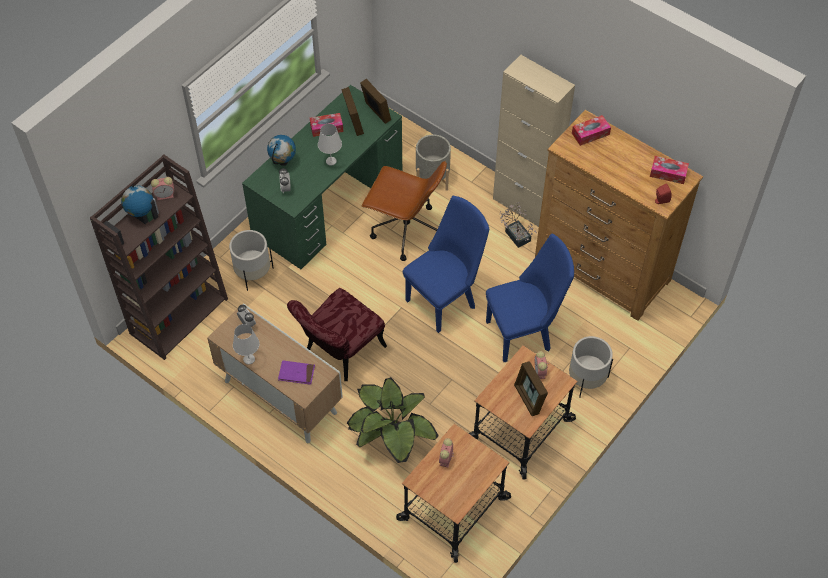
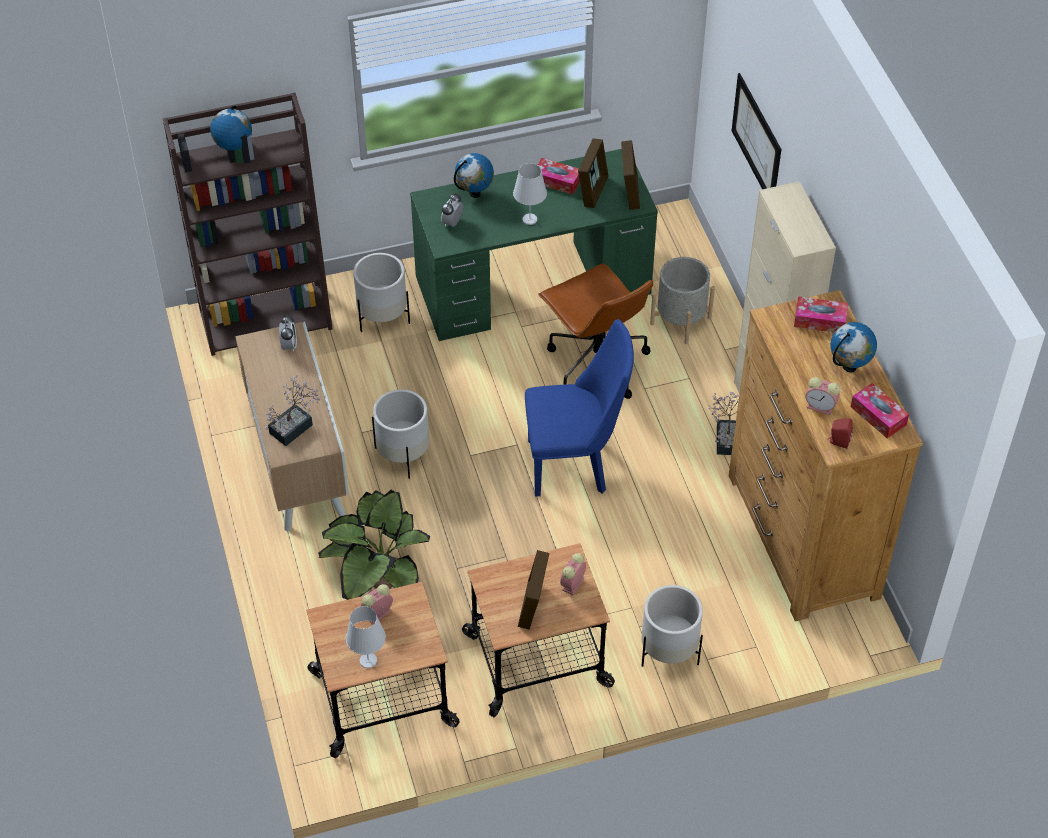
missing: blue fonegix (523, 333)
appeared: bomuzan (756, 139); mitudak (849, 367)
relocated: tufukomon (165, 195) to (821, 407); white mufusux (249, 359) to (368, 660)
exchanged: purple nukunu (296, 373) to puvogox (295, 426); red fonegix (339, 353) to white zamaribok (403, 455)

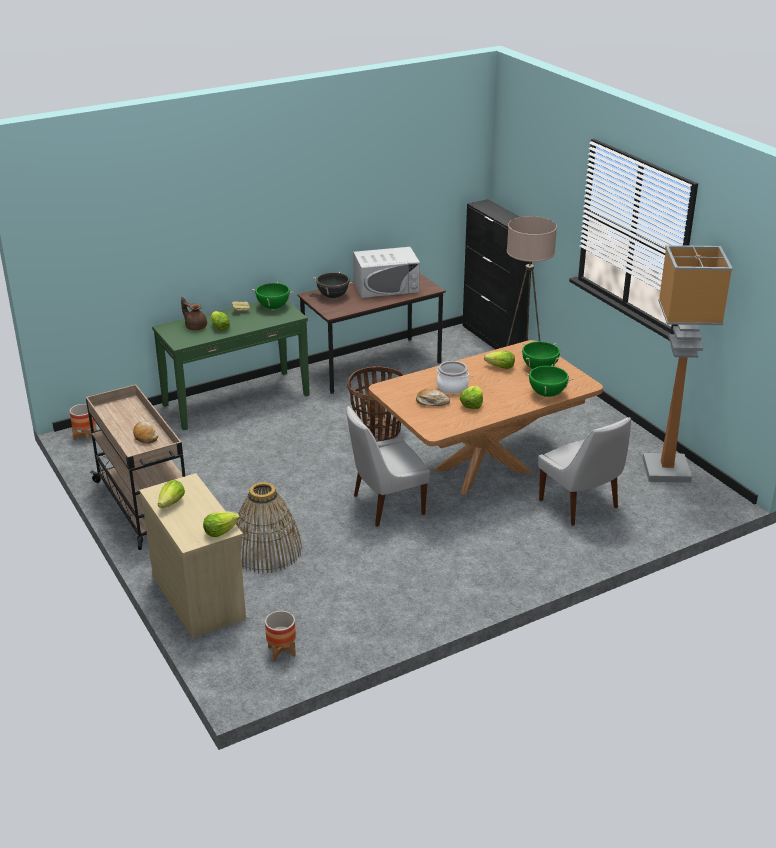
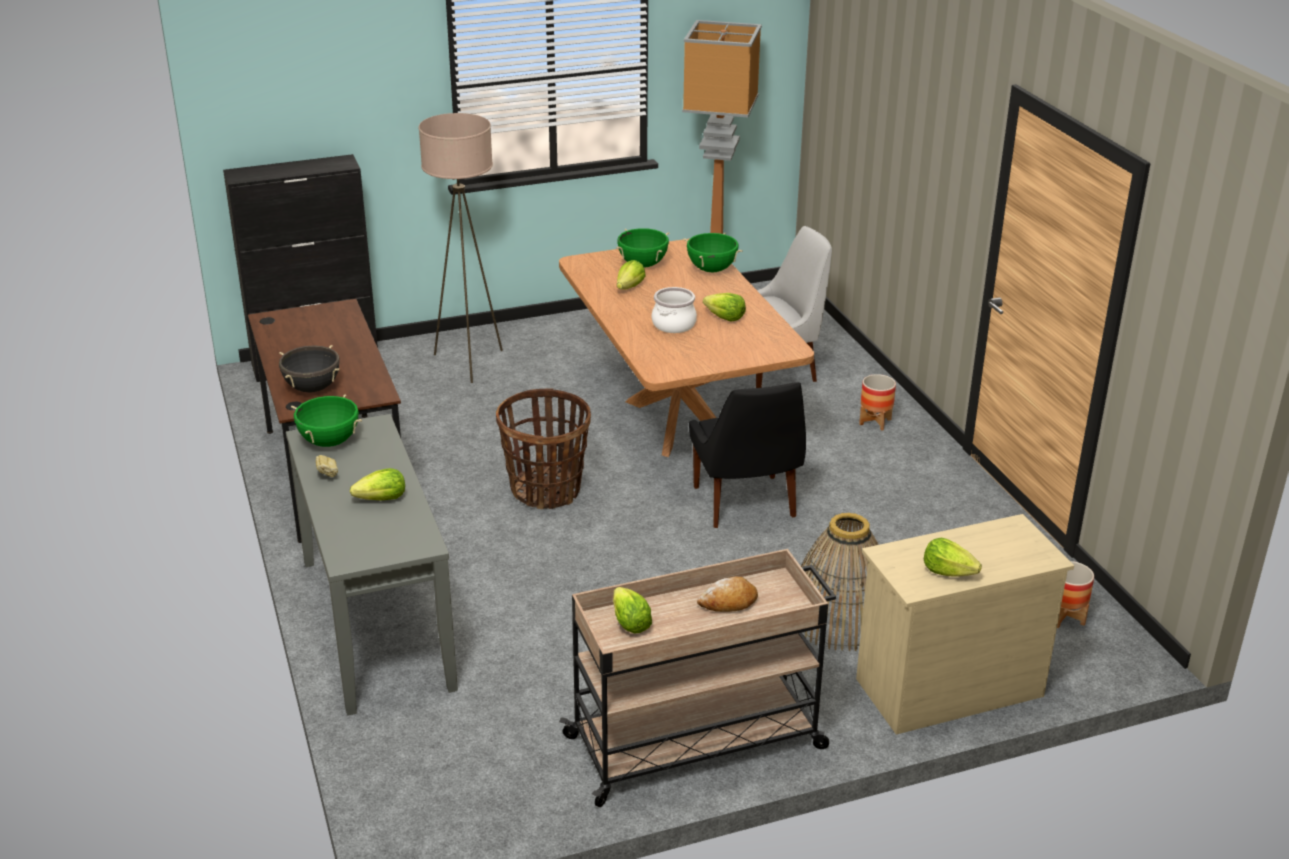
missing: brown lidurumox (195, 327); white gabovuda (386, 287); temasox (432, 402)
relocated: zamaribok (85, 436) to (875, 422); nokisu (220, 532) to (630, 623)
colour: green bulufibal (236, 400) to grey bulufibal (375, 623); white fonegix (385, 505) to black fonegix (745, 504)

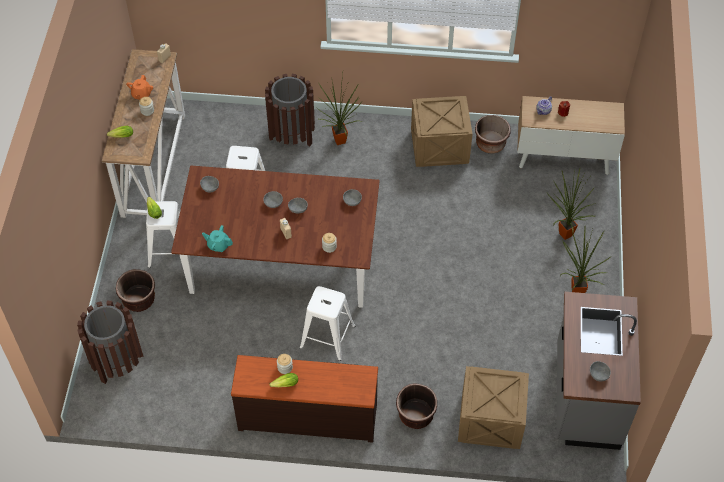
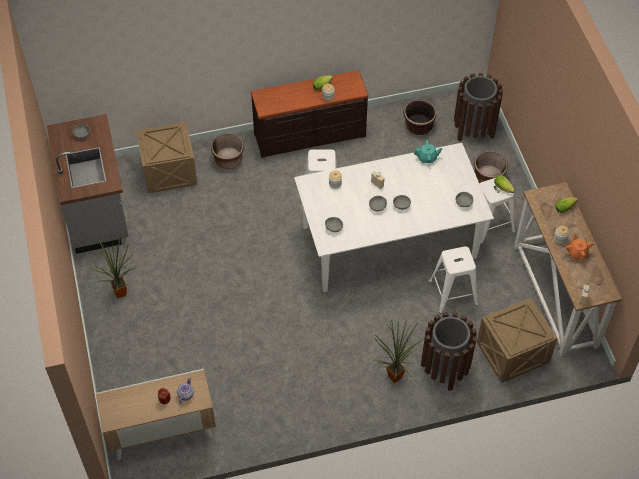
missing: puvogox (563, 235)
relocated: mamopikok (440, 147) to (512, 353); brown zamaribok (490, 143) to (418, 126)
colour: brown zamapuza (282, 262) to white zamapuza (388, 242)

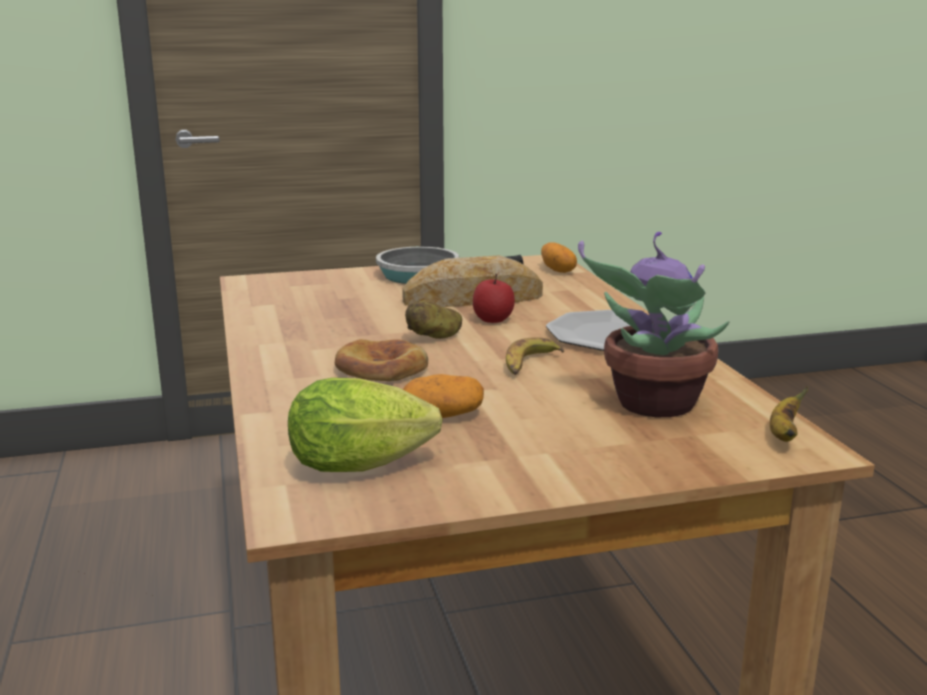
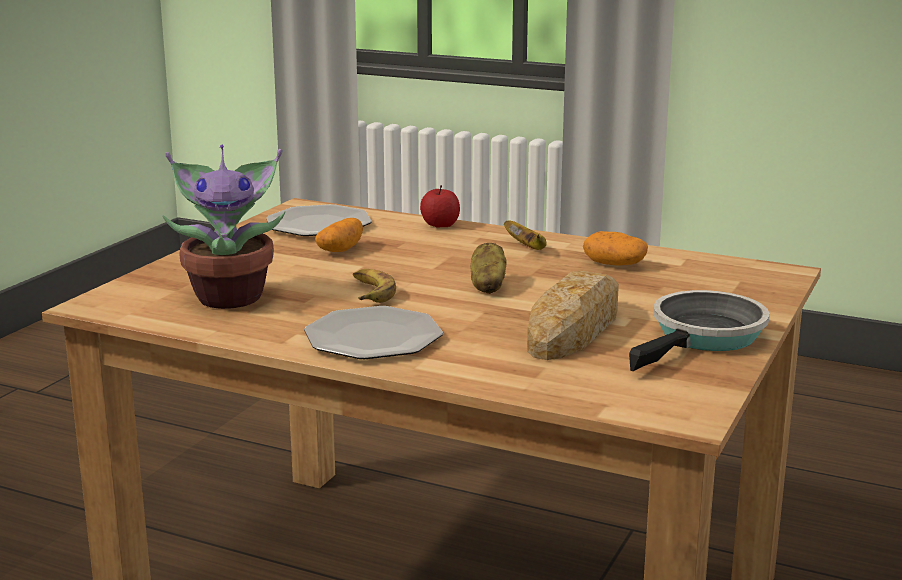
missing: temasox (382, 368)
relocated: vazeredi (493, 319) to (440, 225); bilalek (558, 270) to (614, 264); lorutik (784, 434) to (527, 247)
exchanged: nokisu (367, 465) to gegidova (319, 224)

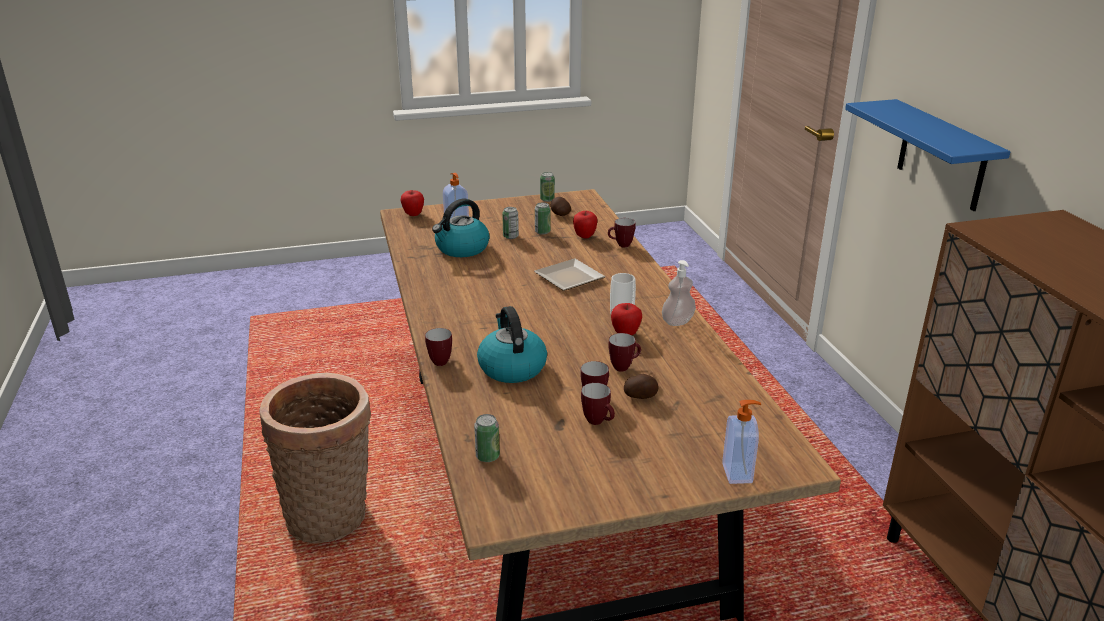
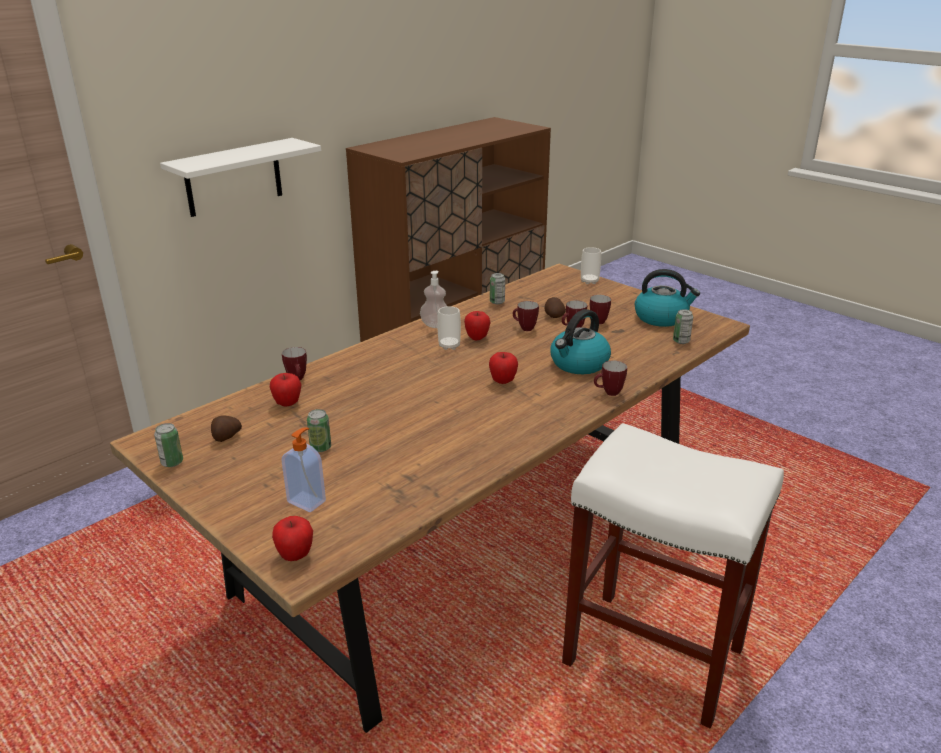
missing: gegidova (569, 279)
appeared: vazeredi (503, 381)
relocated: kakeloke (461, 249) to (662, 318); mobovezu (542, 232) to (497, 302)
exchanged: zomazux (331, 517) to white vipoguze (650, 656); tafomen (738, 473) to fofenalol (589, 281)
colour: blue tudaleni (942, 156) to white tudaleni (233, 177)

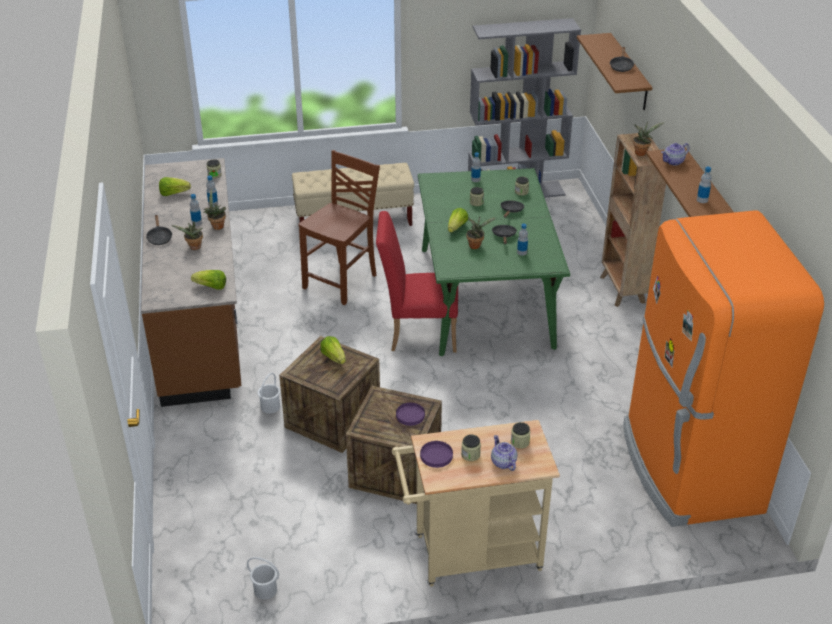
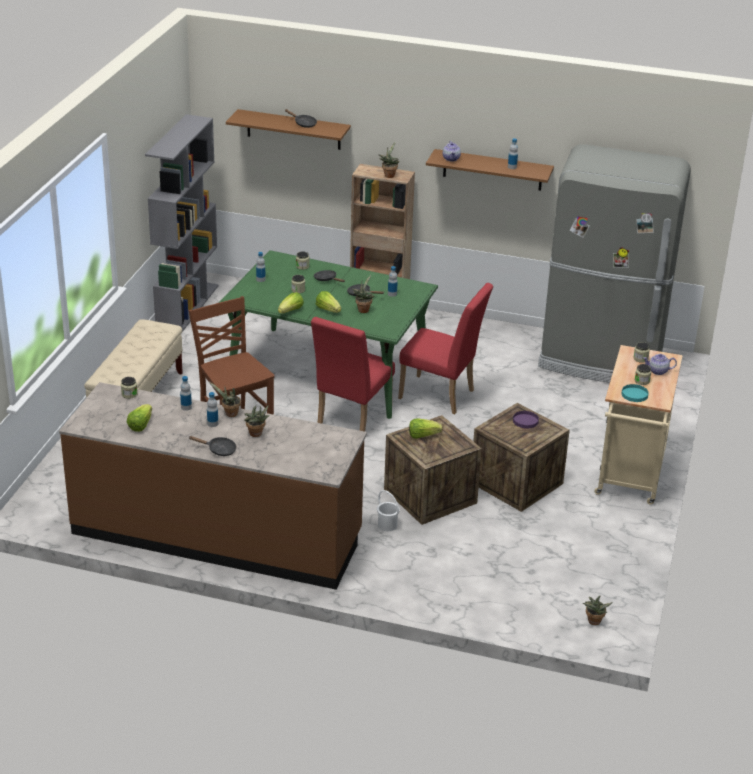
missing: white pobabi (265, 590)
appeared: red fonegix (441, 396); puvogox (593, 622)
relocated: nokisu (211, 287) to (291, 311)
colour: purple gegidova (436, 455) to turquoise gegidova (634, 394); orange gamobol (689, 469) to grey gamobol (601, 359)

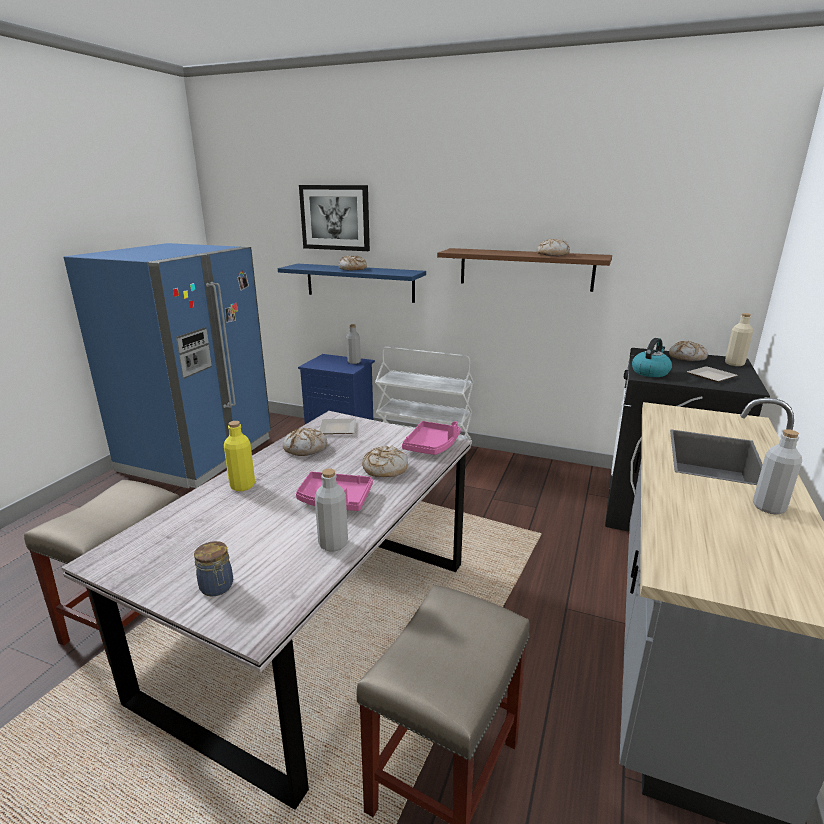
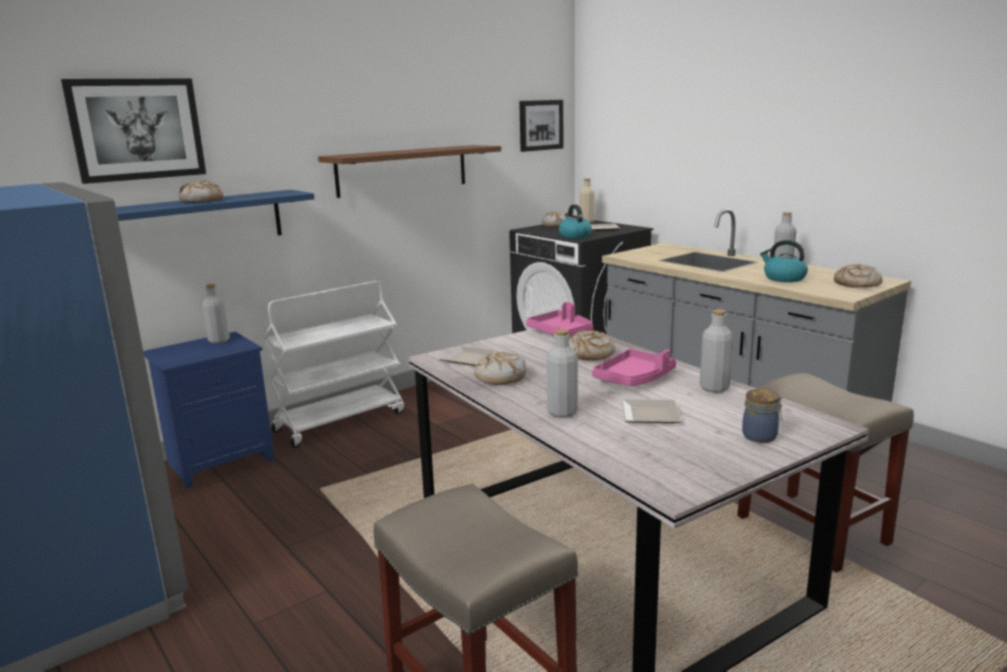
appeared: bomuzan (540, 125); gegidova (648, 414); kakeloke (783, 278)
relocated: temasox (552, 254) to (856, 284)
colour: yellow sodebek (242, 486) to grey sodebek (562, 412)

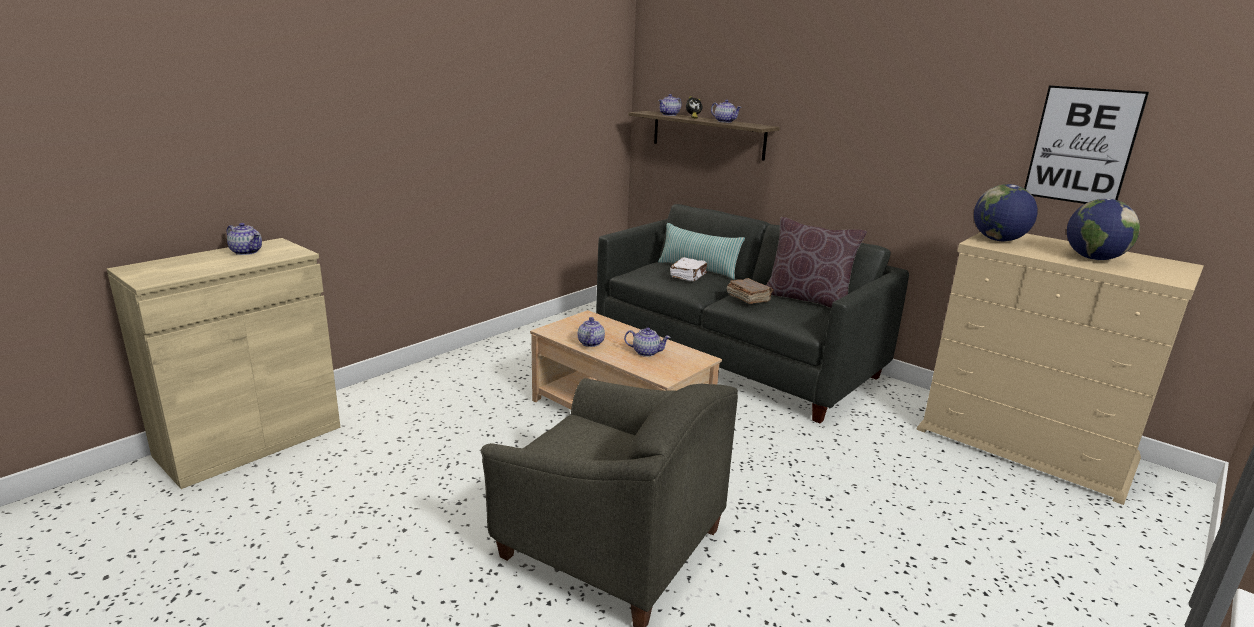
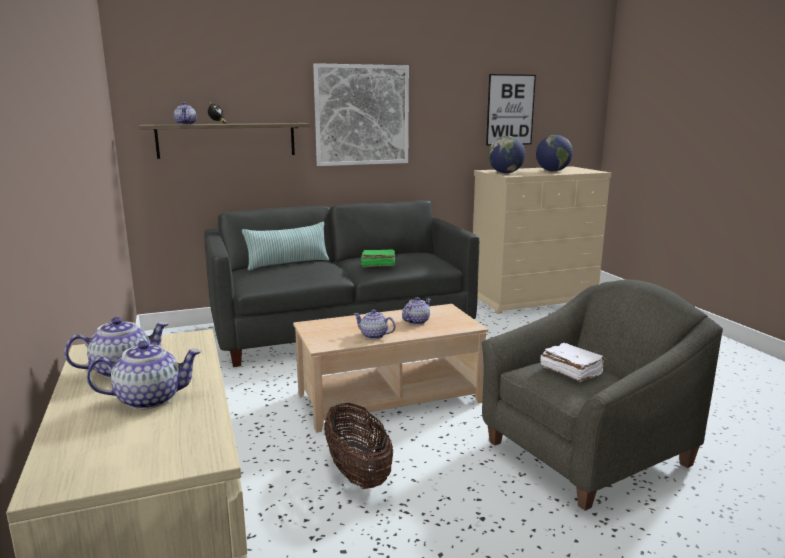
missing: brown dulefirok (807, 299)
appeared: bomuzan (362, 115); zomazux (358, 473)
relocated: white nukunu (688, 276) to (570, 371); lidurumox (725, 121) to (150, 399)
colour: brown nukunu (748, 298) to green nukunu (377, 265)

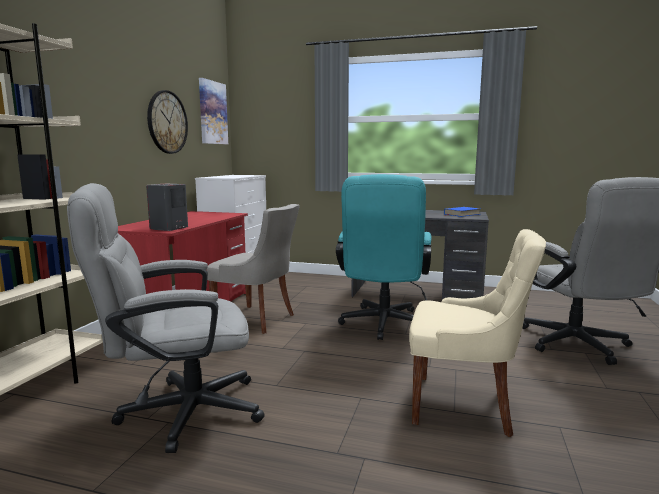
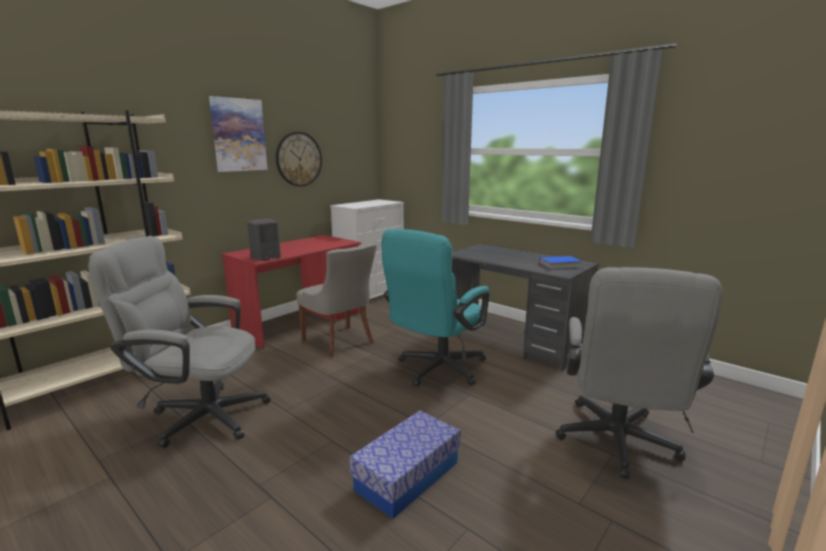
relocated: bomuzan (212, 113) to (238, 135)
exchanged: beige fonegix (465, 405) to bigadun (407, 476)

